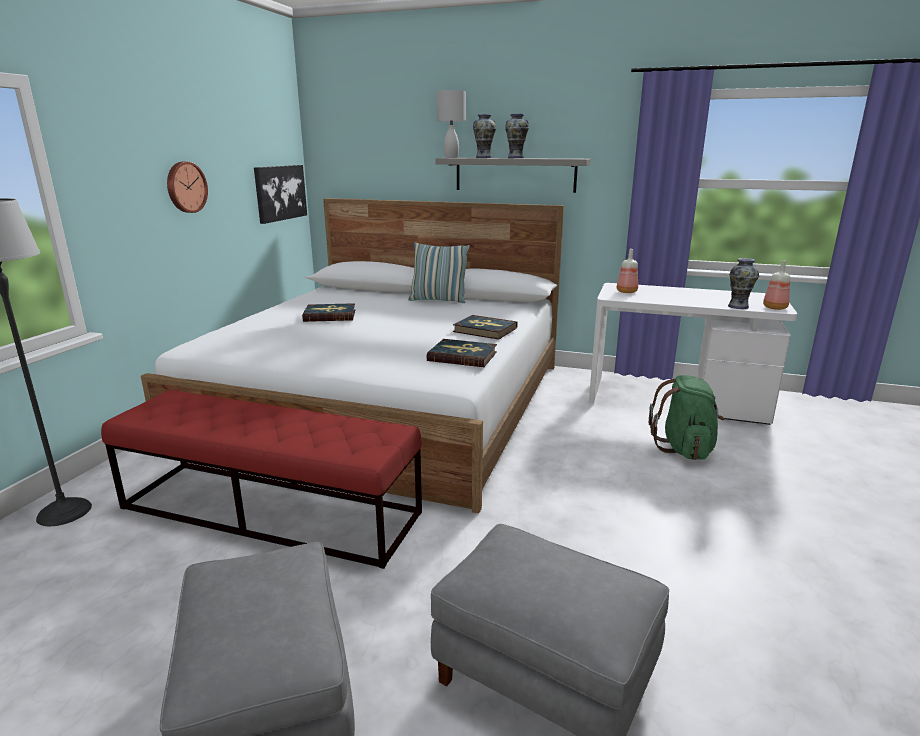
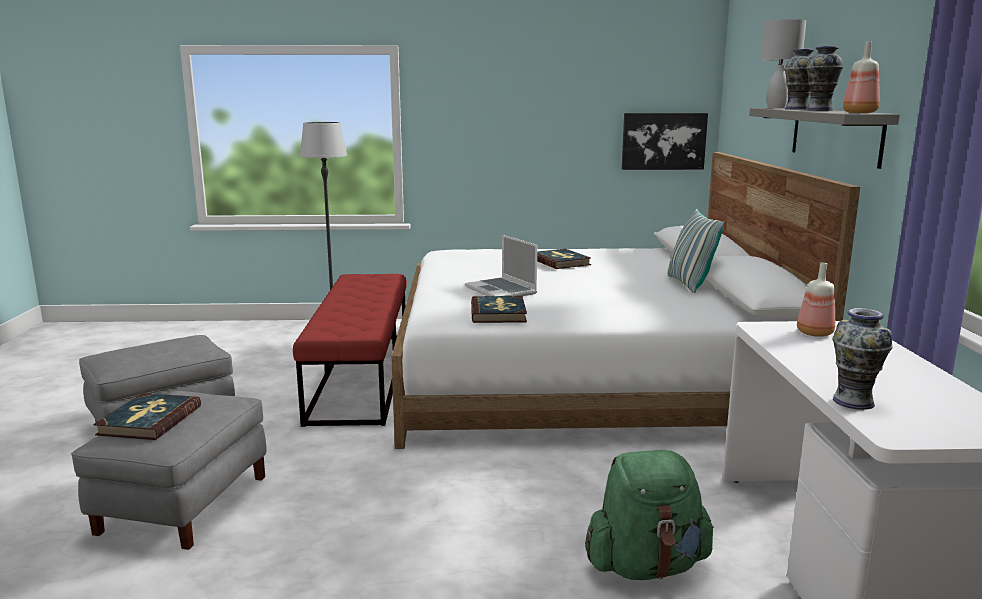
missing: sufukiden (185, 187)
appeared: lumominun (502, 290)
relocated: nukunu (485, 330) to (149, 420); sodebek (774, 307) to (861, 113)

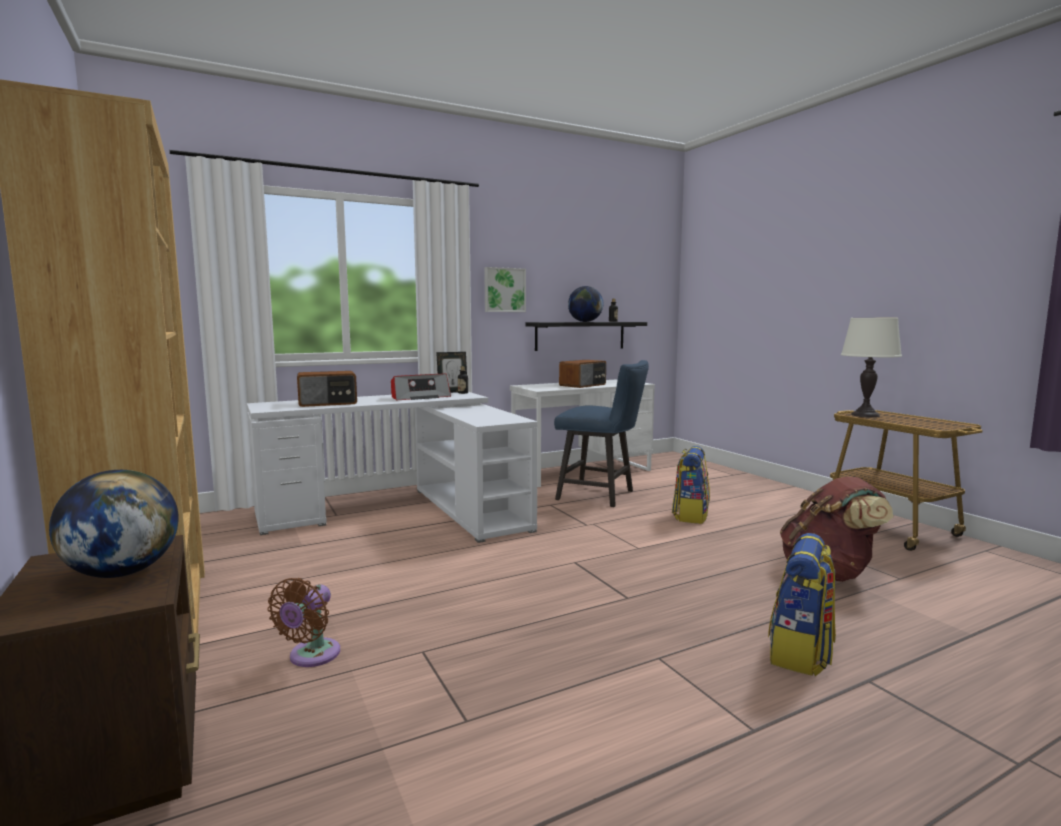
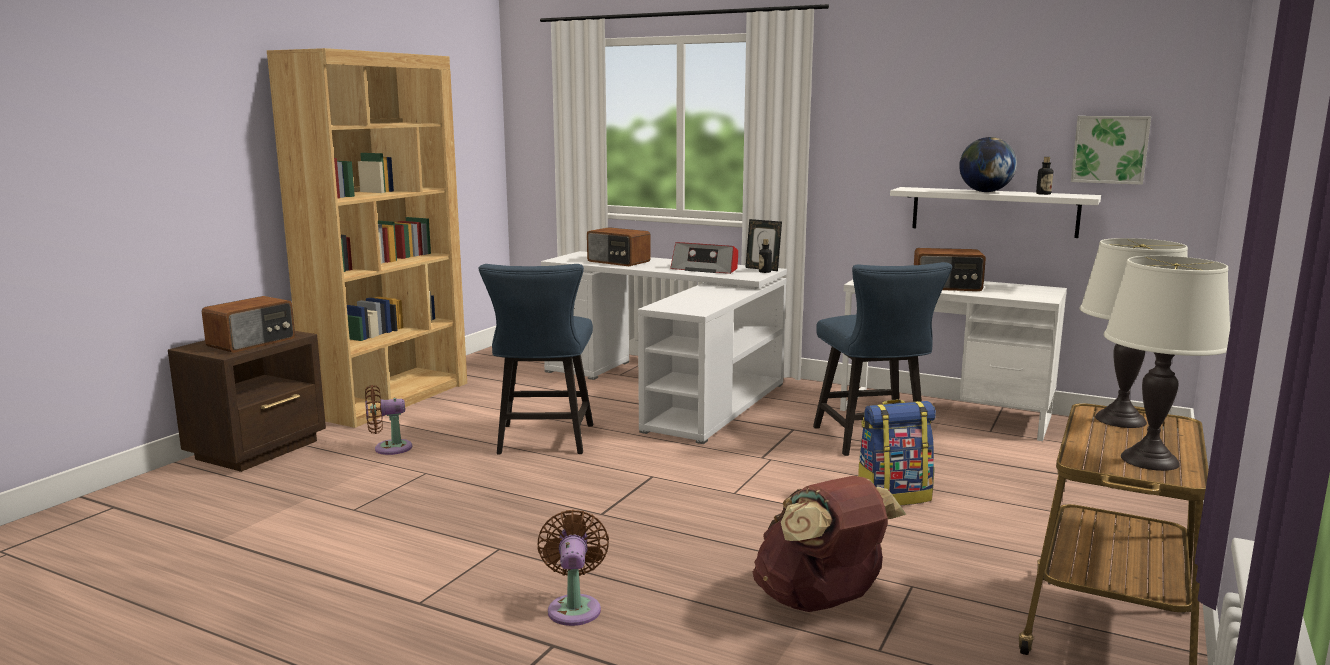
appeared: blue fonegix (543, 442); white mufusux (1149, 460)
relocated: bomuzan (504, 290) to (1110, 149)
exchanged: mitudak (122, 573) to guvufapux (252, 342); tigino (801, 653) to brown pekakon (574, 607)
colour: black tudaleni (580, 335) to white tudaleni (994, 211)

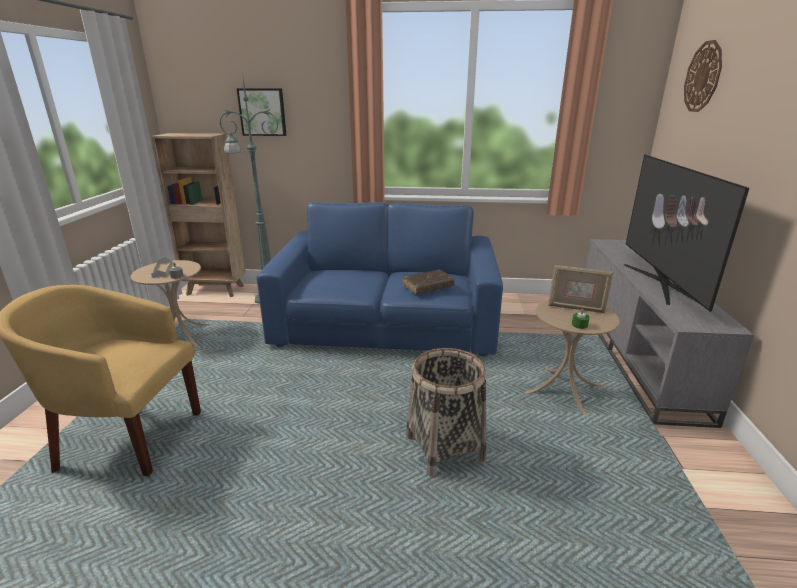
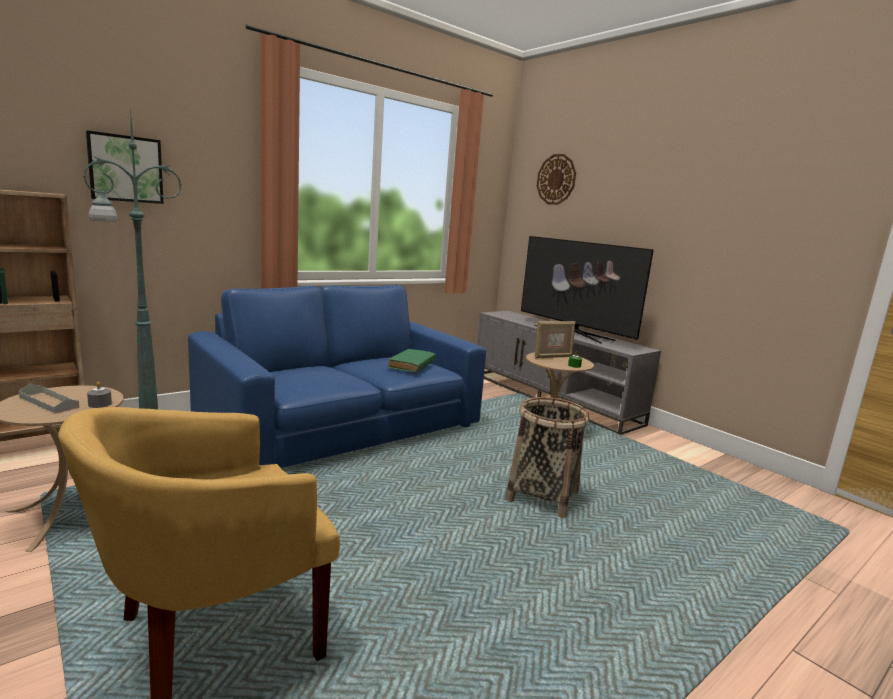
colour: brown nukunu (428, 286) to green nukunu (412, 366)

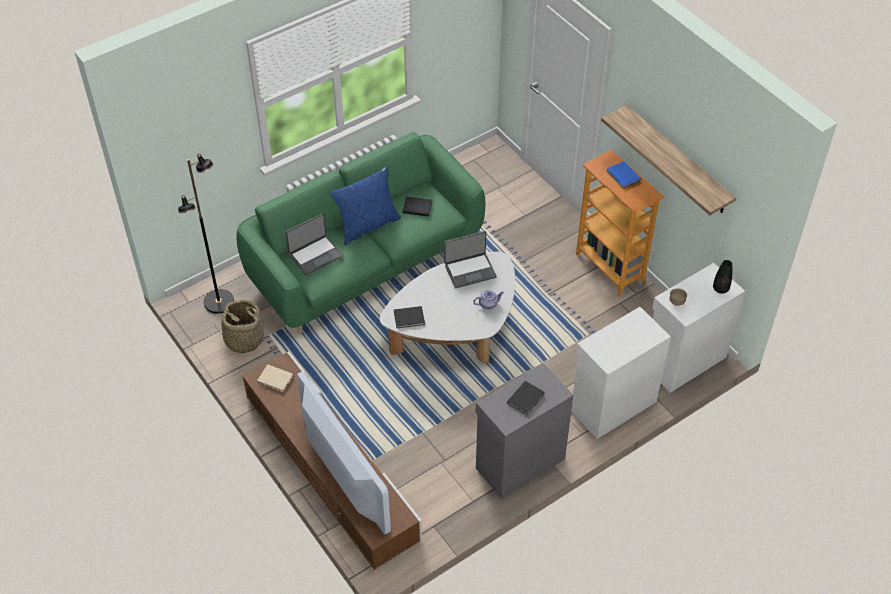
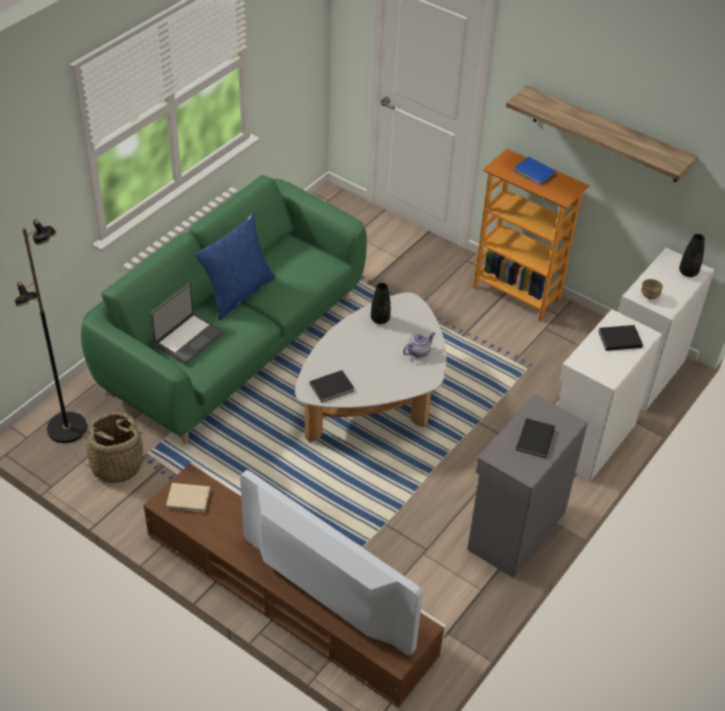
relocated: black nukunu (416, 207) to (618, 339)
exchanged: lumominun (470, 270) to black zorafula (380, 319)

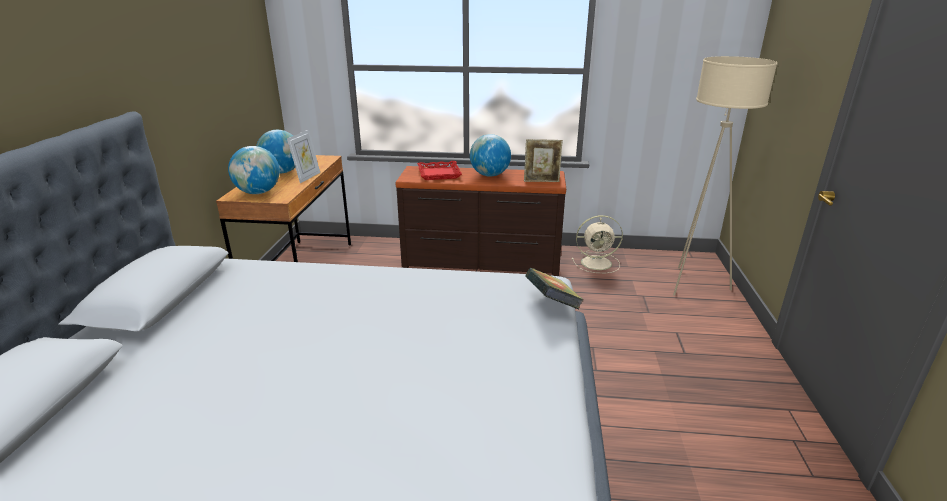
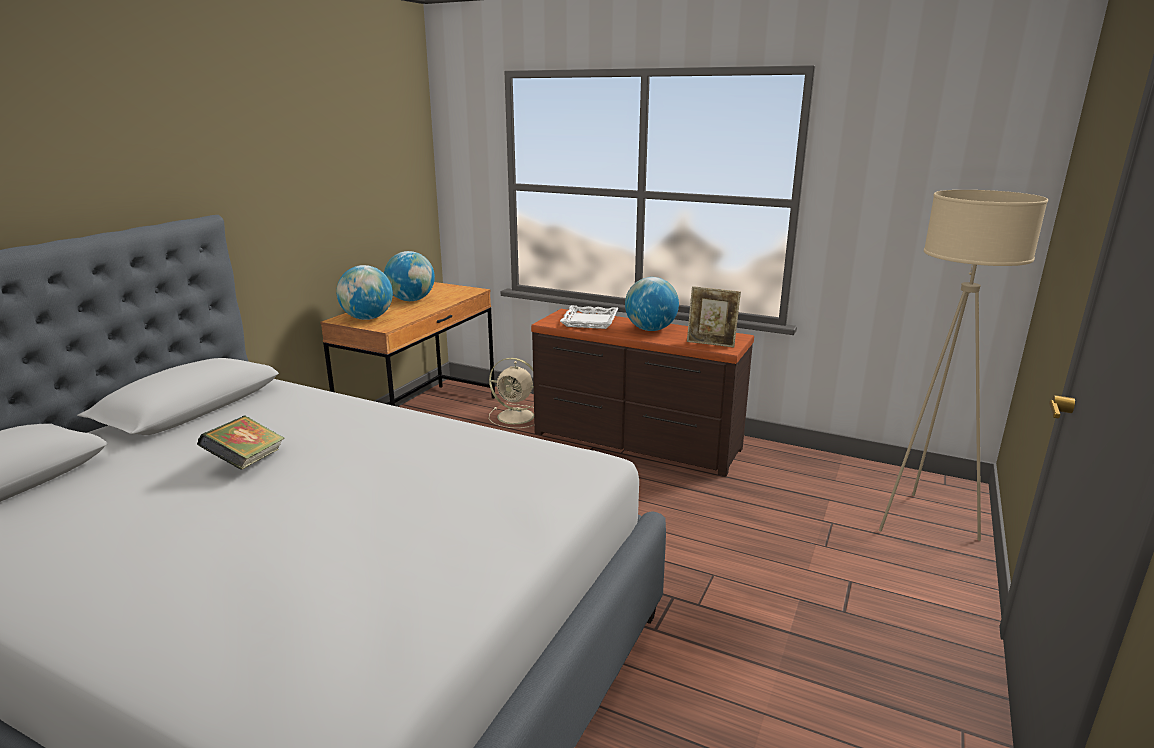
missing: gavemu (307, 177)
relocated: nukunu (552, 304) to (246, 462); beige pekakon (597, 263) to (517, 417)
colour: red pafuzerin (438, 174) to white pafuzerin (589, 321)

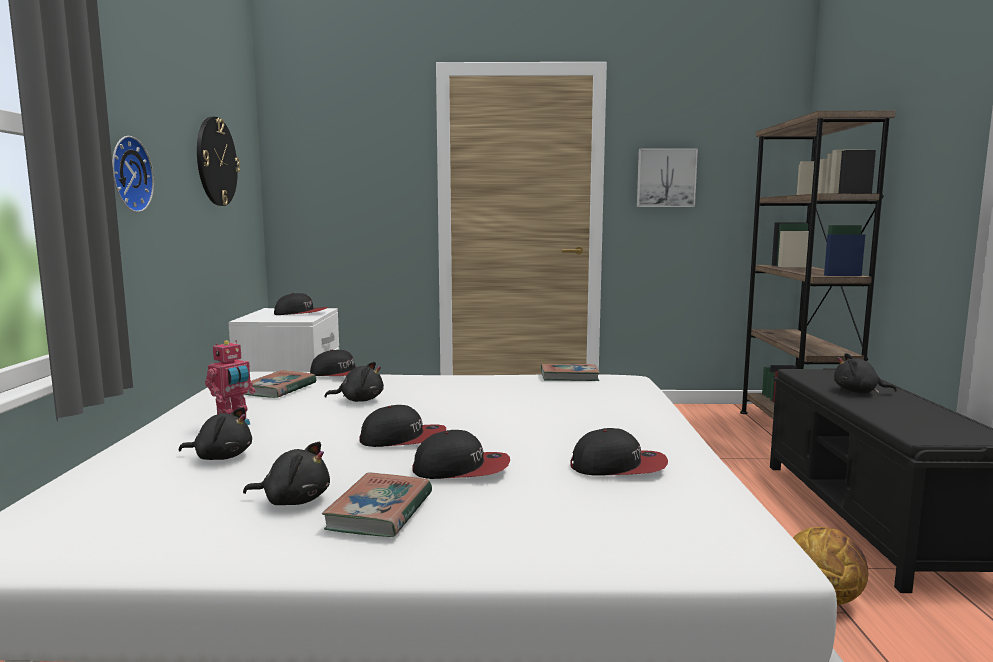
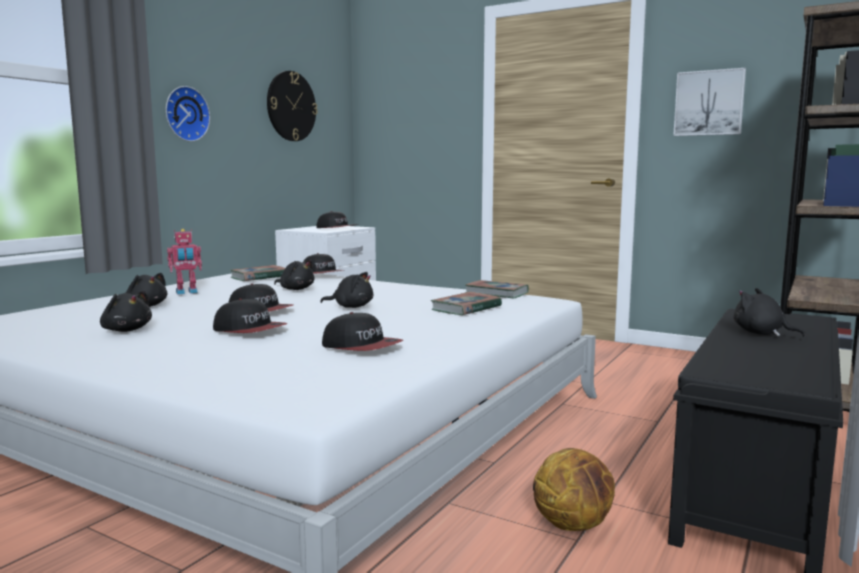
appeared: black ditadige (351, 307)
relocated: nukunu (380, 511) to (466, 308)

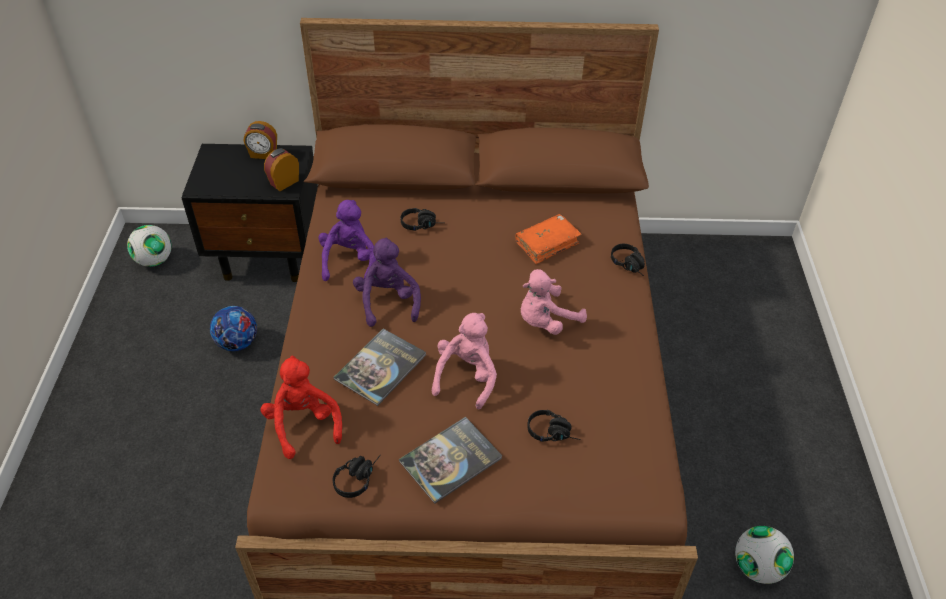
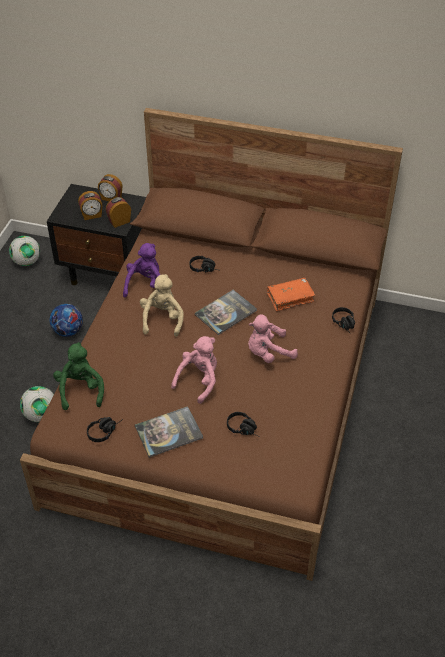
appeared: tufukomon (92, 215)
relocated: nukunu (380, 367) to (225, 312); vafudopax (757, 567) to (41, 415)
colour: red ditadige (303, 424) to green ditadige (80, 390); purple ditadige (388, 302) to beige ditadige (162, 319)

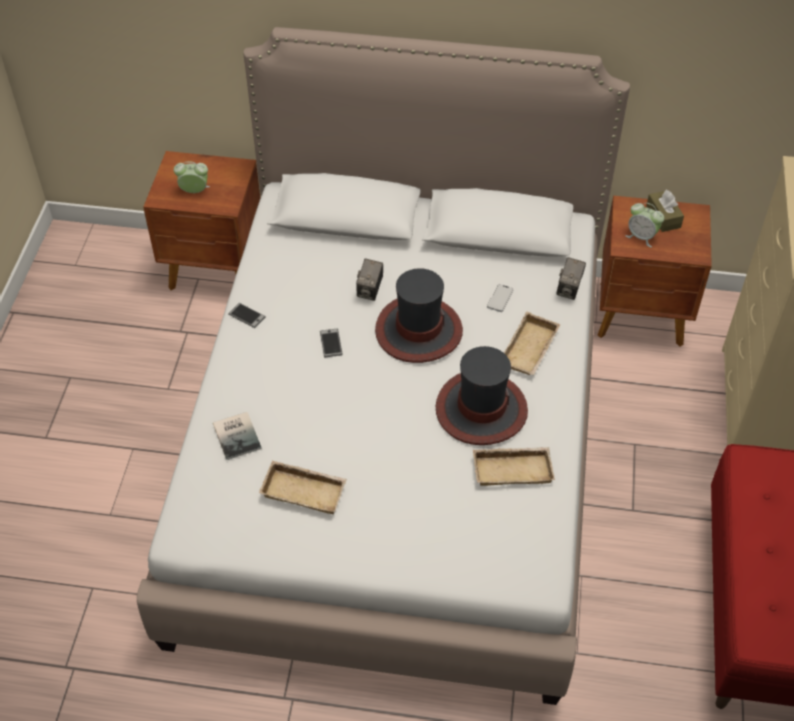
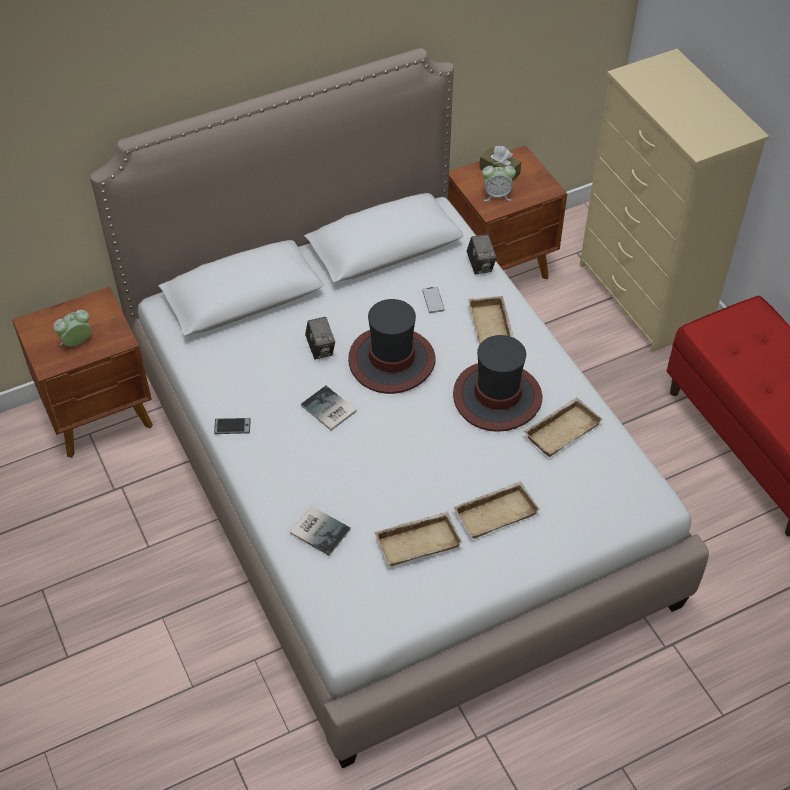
appeared: beige pafuzerin (495, 512)
exchanged: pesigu (331, 343) to nukunu (328, 410)

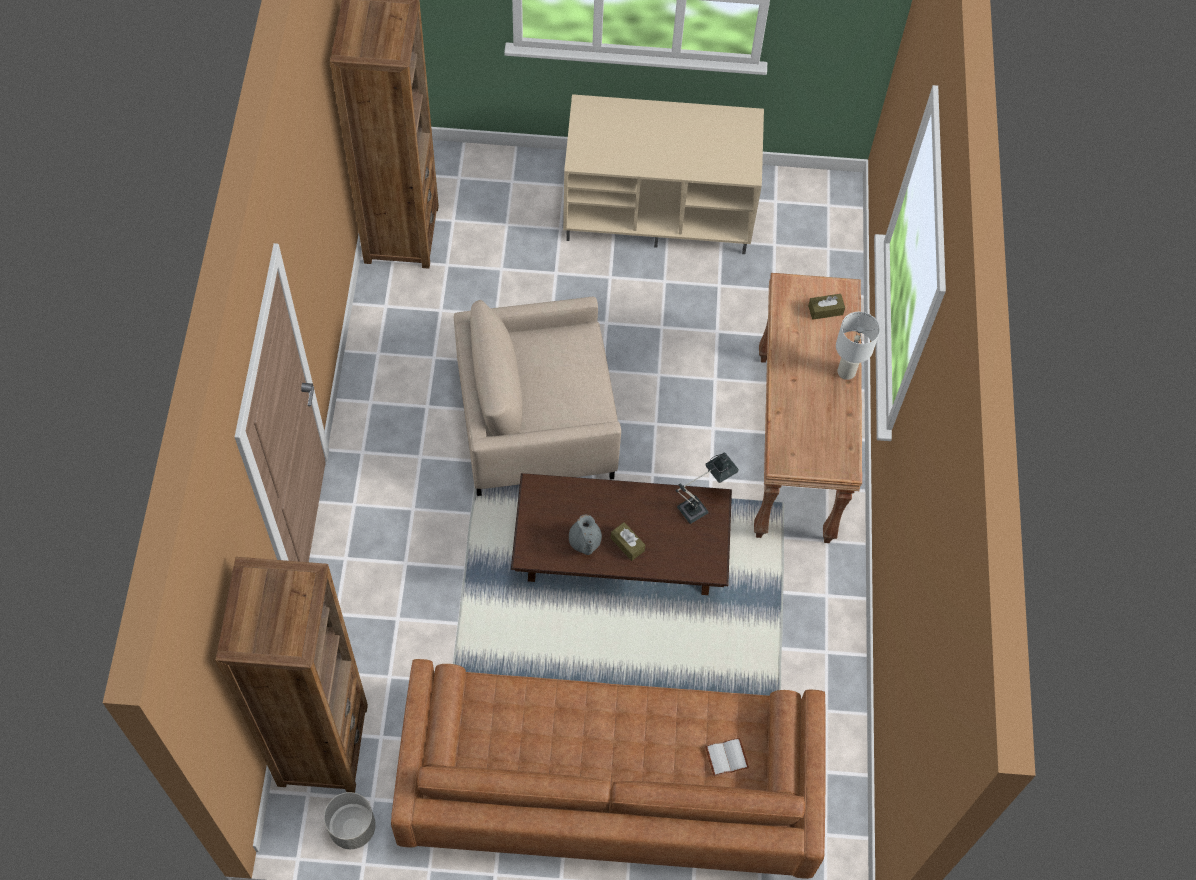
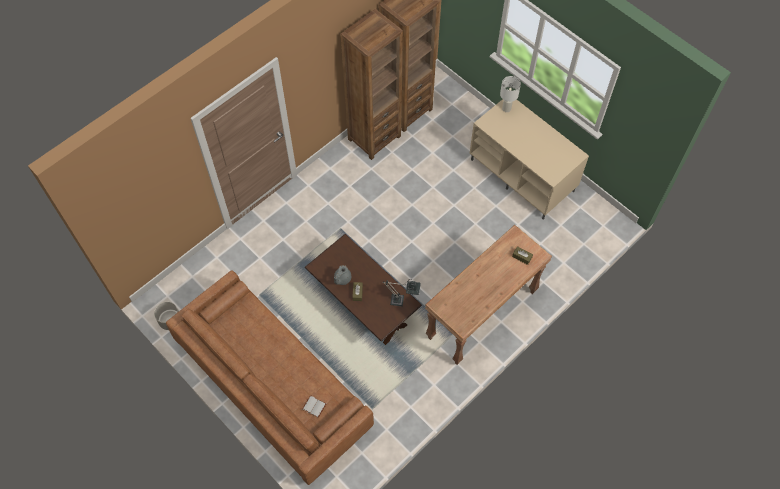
missing: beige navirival (536, 423)
relocated: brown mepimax (322, 745) to (374, 137); white mufusux (846, 371) to (506, 108)

